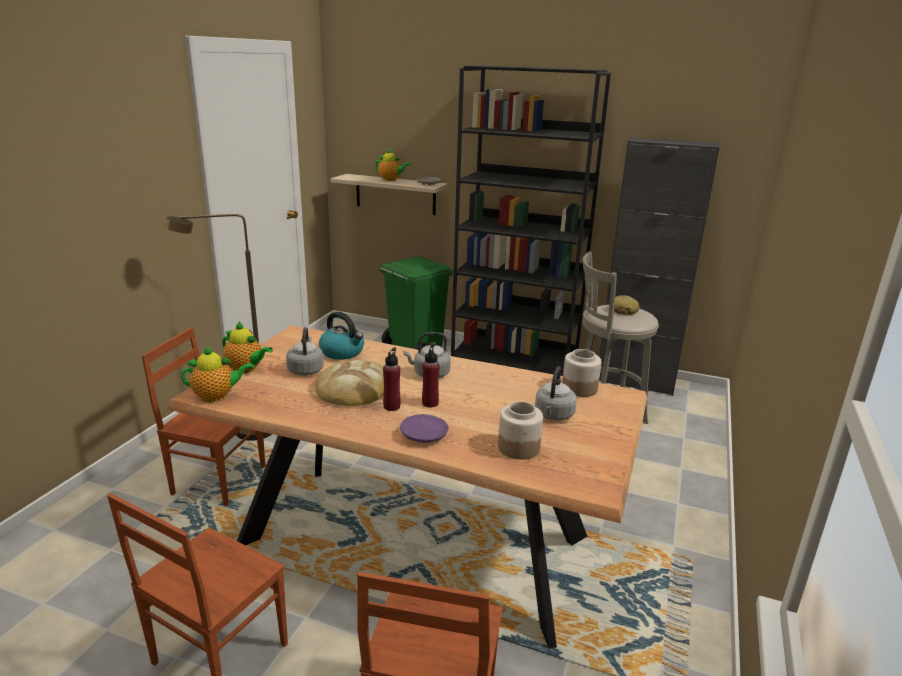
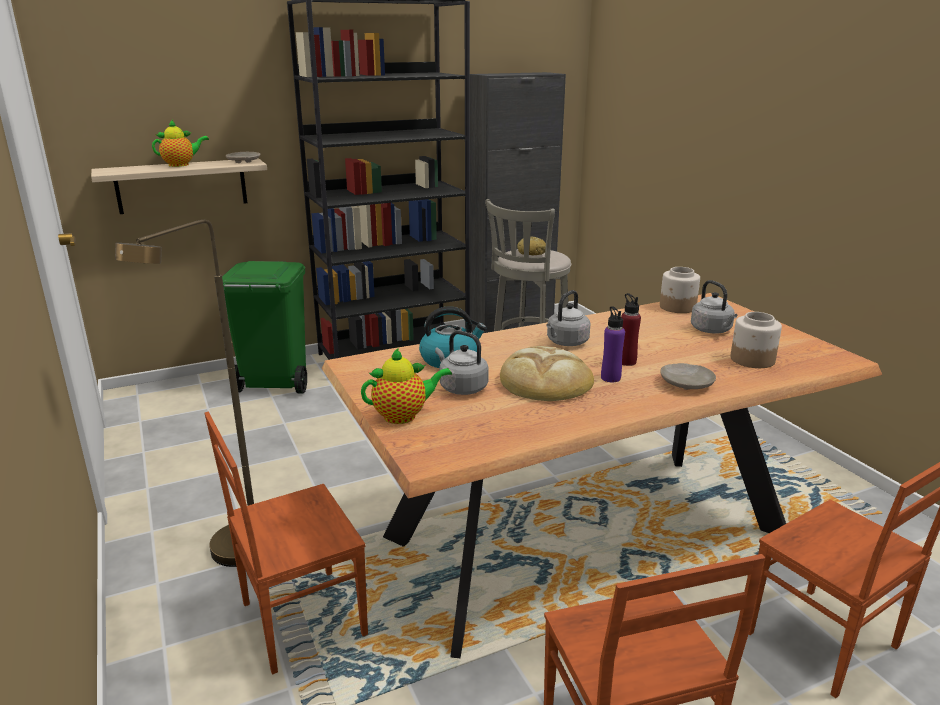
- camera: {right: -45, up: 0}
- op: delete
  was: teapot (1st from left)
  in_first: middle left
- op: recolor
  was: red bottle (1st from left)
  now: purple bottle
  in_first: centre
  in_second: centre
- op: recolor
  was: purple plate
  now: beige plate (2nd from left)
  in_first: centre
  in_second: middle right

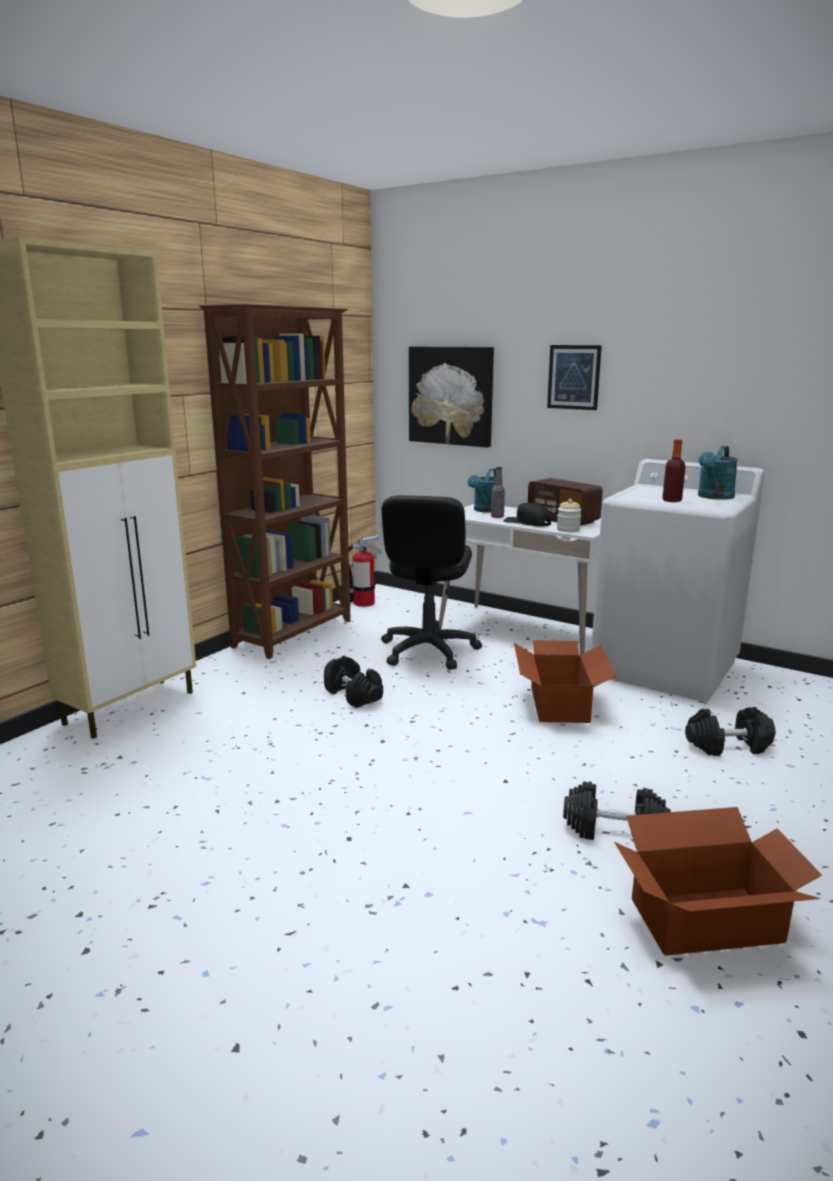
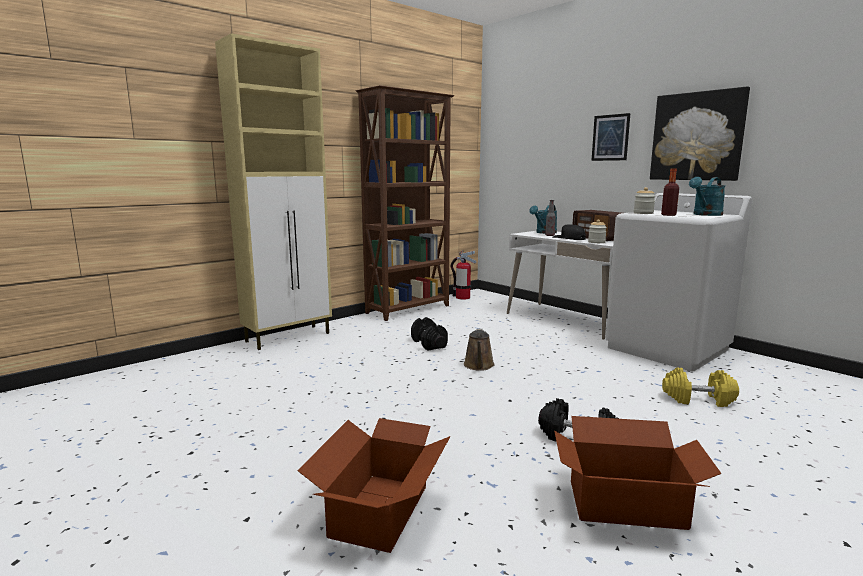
- camera: {right: 15, up: -5}
- op: move
  was: picture (1st from left in the first image)
  now: picture (2nd from left)
  in_first: centre
  in_second: top right
- op: delete
  was: black office chair
  in_first: centre
- op: move
  was: cardboard box (1st from left)
  in_first: middle right
  in_second: bottom centre
- op: recolor
  was: black dumbbell (3rd from left)
  now: yellow dumbbell
  in_first: middle right
  in_second: bottom right
- op: insert
  now: jar (2nd from left)
  in_second: middle right
- op: insert
  now: brown watering can
  in_second: centre

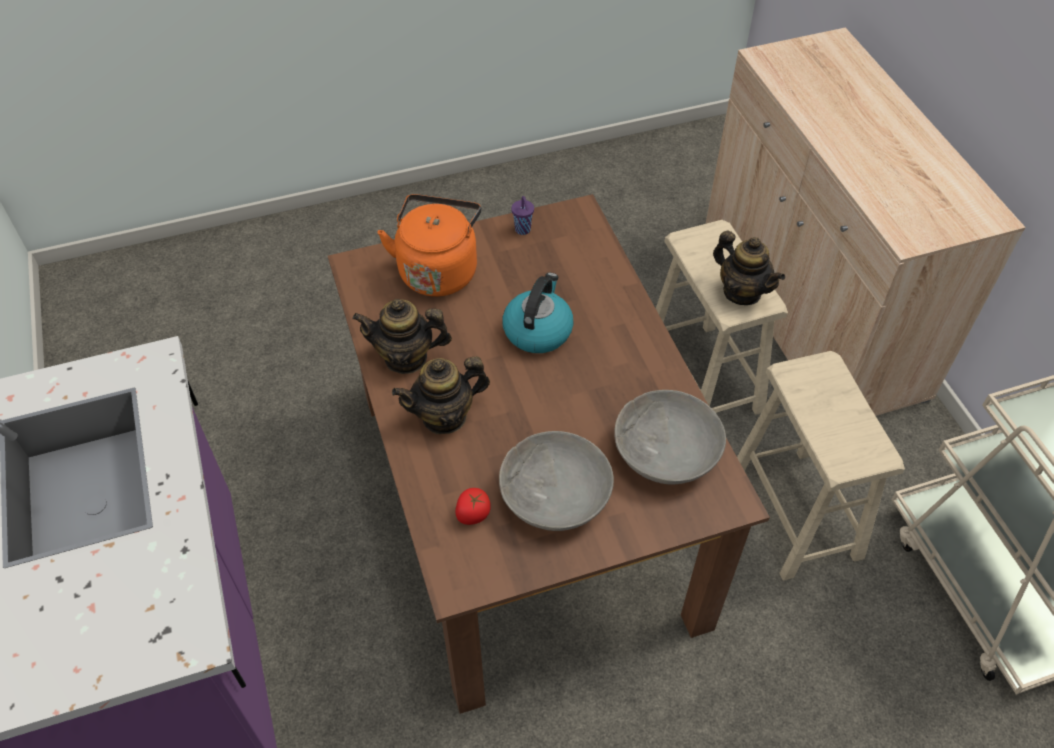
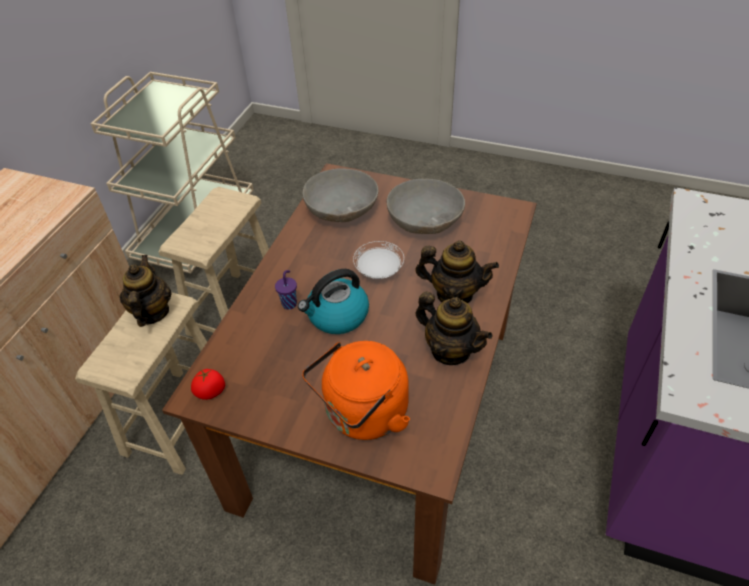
- camera: {right: -140, up: -5}
- op: move
  was: purple cup
  in_first: top centre
  in_second: centre
- op: move
  was: tomato
  in_first: bottom centre
  in_second: middle left
- op: insert
  now: white plate
  in_second: centre

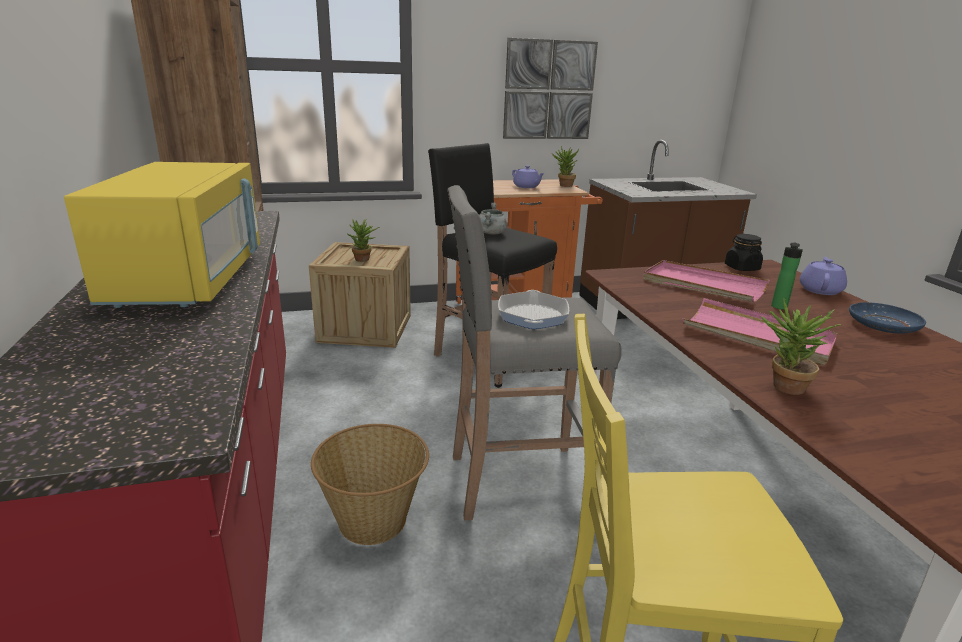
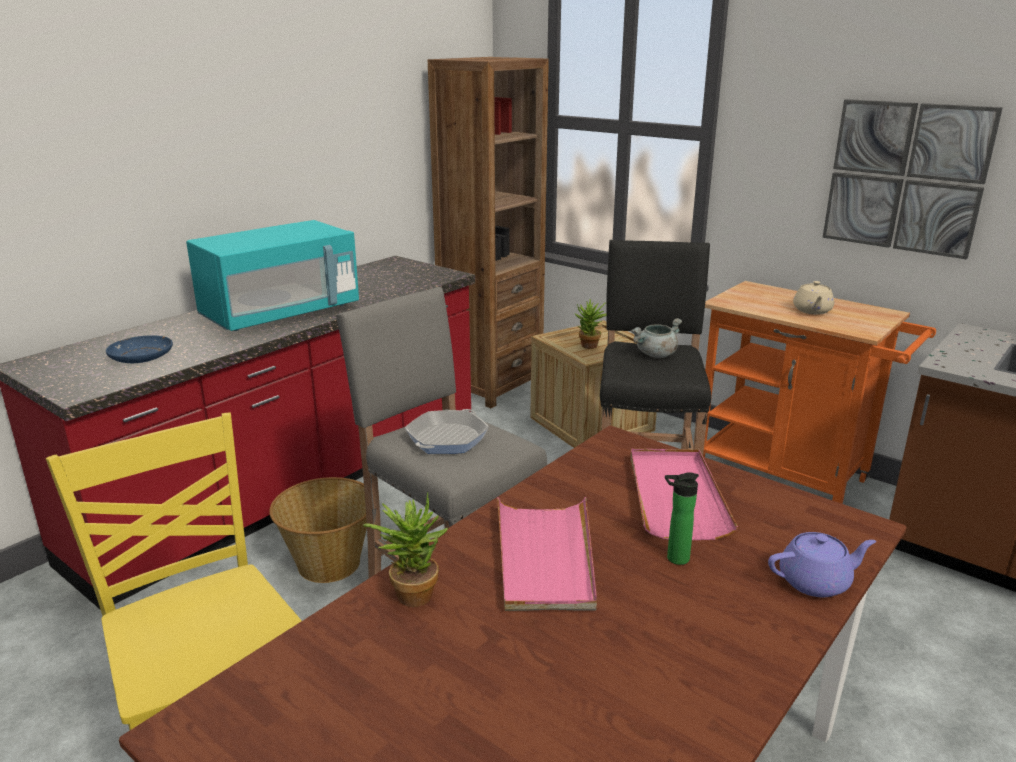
- camera: {right: 55, up: 0}
- op: delete
  was: potted plant (2nd from left)
  in_first: top centre
- op: recolor
  was: yellow microwave
  now: turquoise microwave
  in_first: middle left
  in_second: middle left
- op: recolor
  was: purple teapot (1st from left)
  now: beige teapot
  in_first: top centre
  in_second: middle right
- op: delete
  was: black jar
  in_first: middle right
- op: rotate
  was: frying pan
  in_first: centre
  in_second: centre
  clockwise: 150
- op: move
  was: blue plate
  in_first: middle right
  in_second: middle left

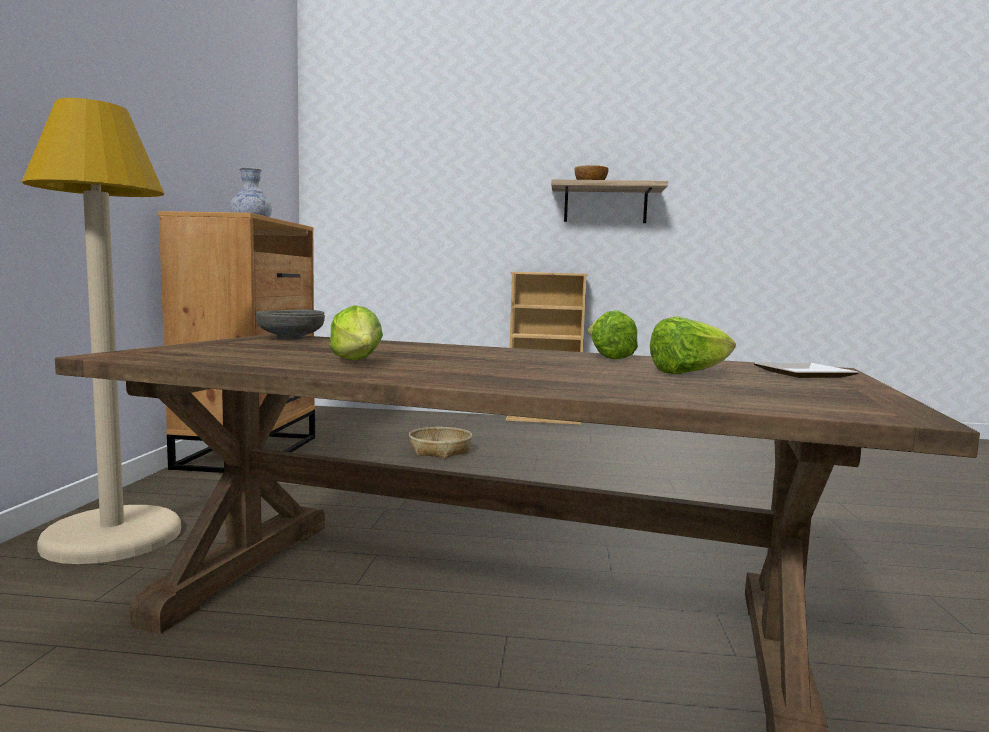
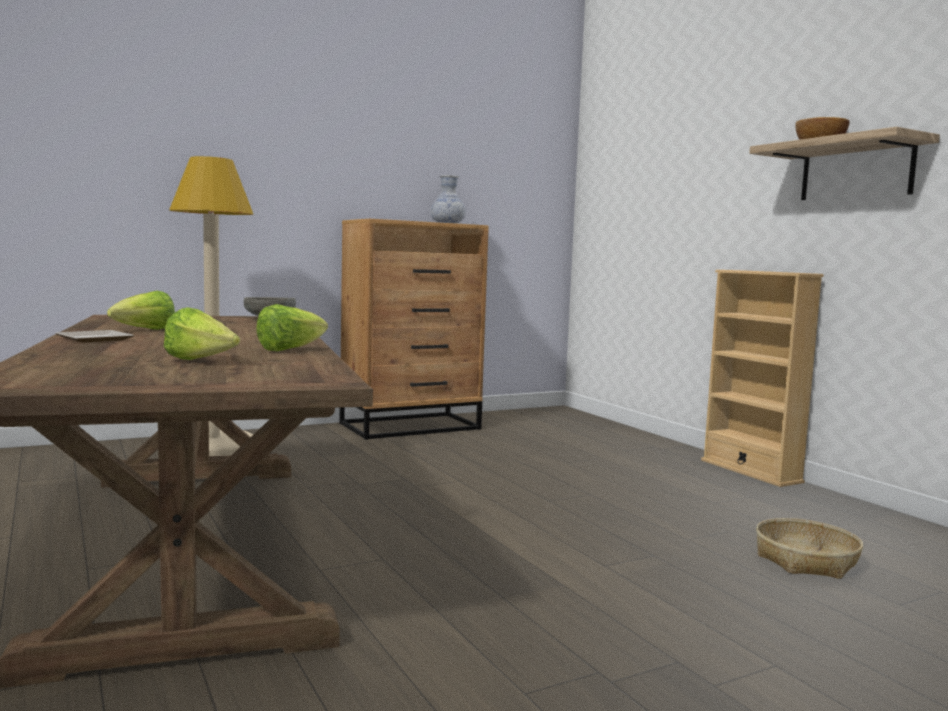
- camera: {right: 55, up: 0}
- op: move
  was: plate
  in_first: middle right
  in_second: middle left
- op: move
  was: basket
  in_first: centre
  in_second: bottom right

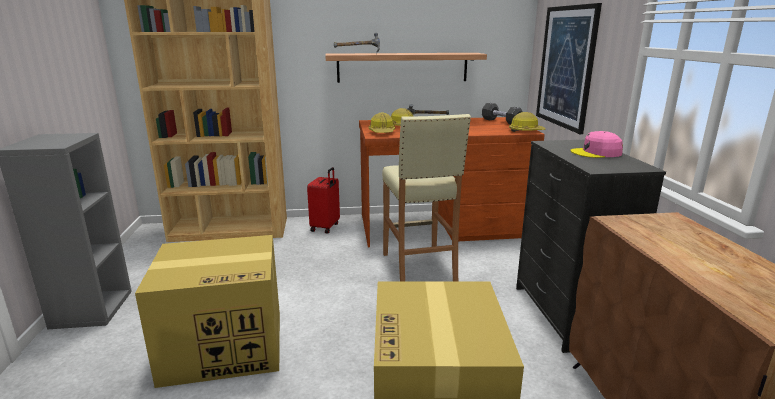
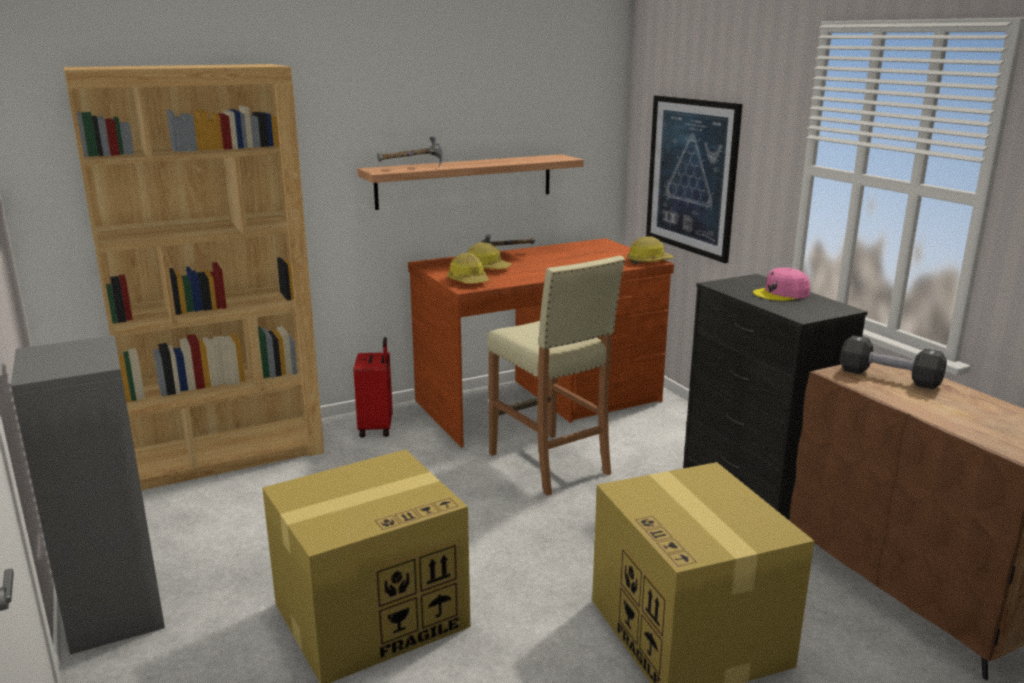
- camera: {right: -20, up: 0}
- op: move
  was: black dumbbell
  in_first: top centre
  in_second: middle right

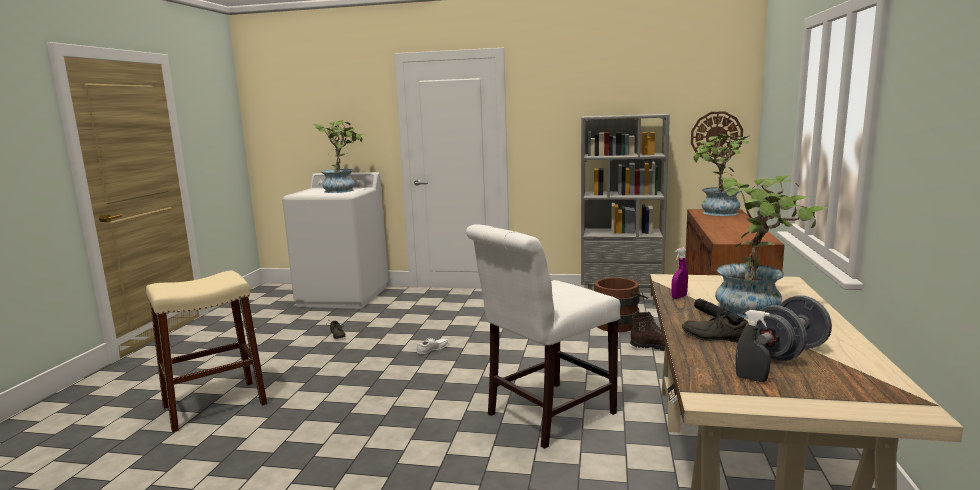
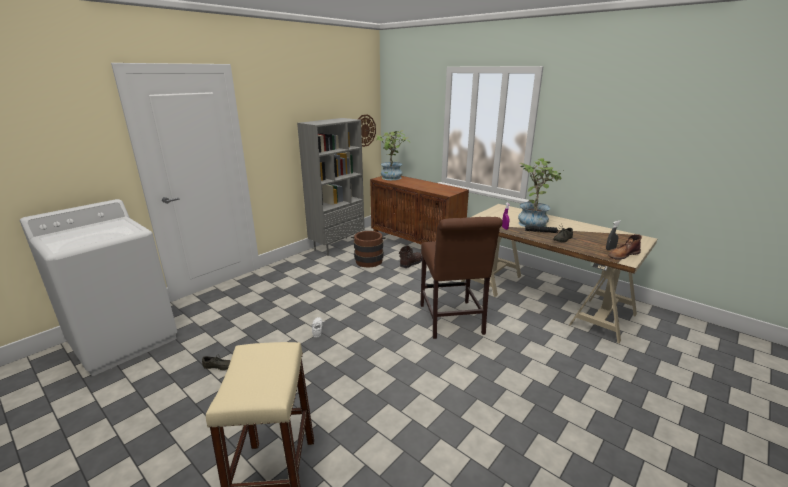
- camera: {right: -60, up: 10}
- op: delete
  was: potted plant (1st from left)
  in_first: top centre
- op: recolor
  was: white chair
  now: brown chair
  in_first: bottom centre
  in_second: centre
- op: delete
  was: grey dumbbell
  in_first: bottom right
- op: insert
  now: brown boot (2nd from left)
  in_second: middle right

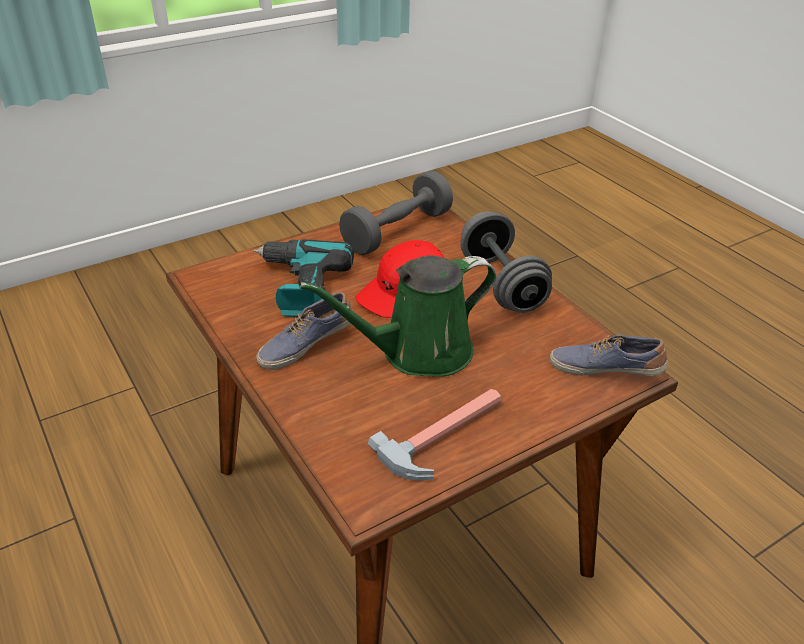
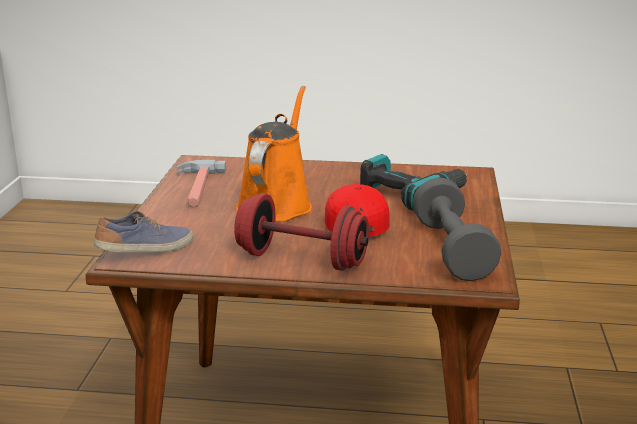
- camera: {right: 130, up: -15}
- op: recolor
  was: grey dumbbell (2nd from left)
  now: red dumbbell
  in_first: centre
  in_second: centre
- op: recolor
  was: green watering can
  now: orange watering can
  in_first: centre
  in_second: centre
- op: delete
  was: shoe (1st from left)
  in_first: centre

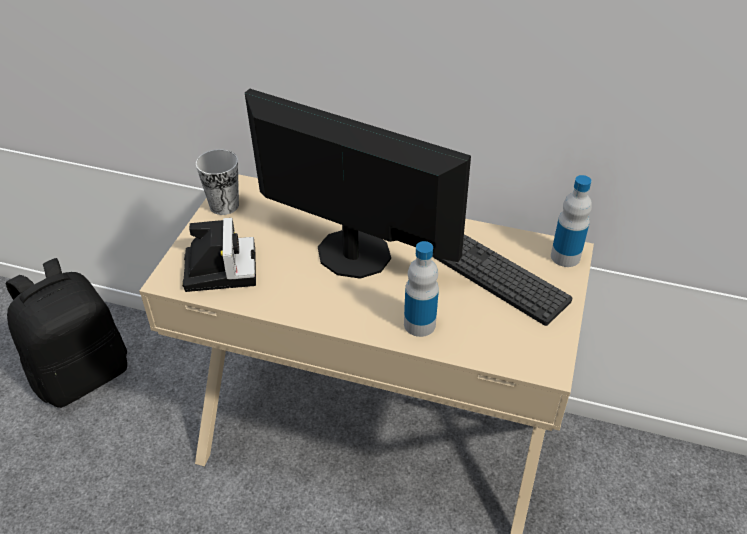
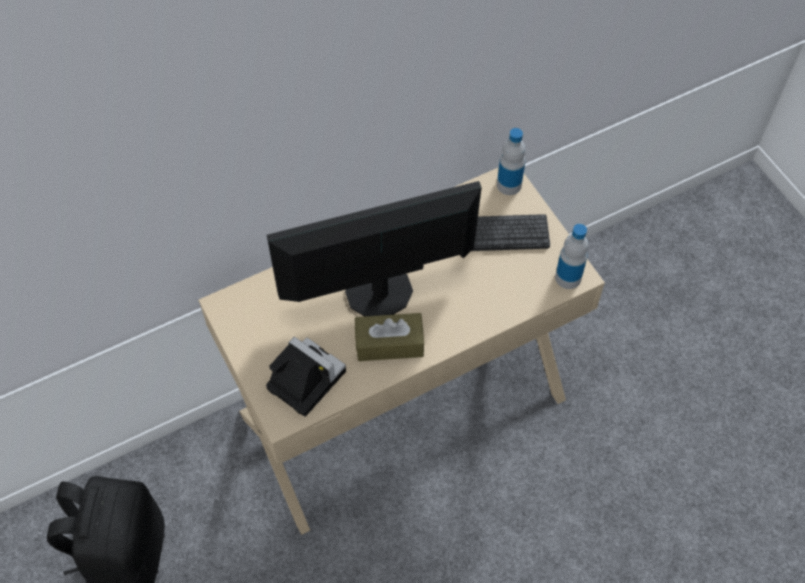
- camera: {right: -45, up: 15}
- op: delete
  was: cup
  in_first: middle left
- op: move
  was: bottle (1st from left in the first image)
  now: bottle (2nd from left)
  in_first: centre
  in_second: middle right
- op: insert
  now: brown tissue box
  in_second: centre

